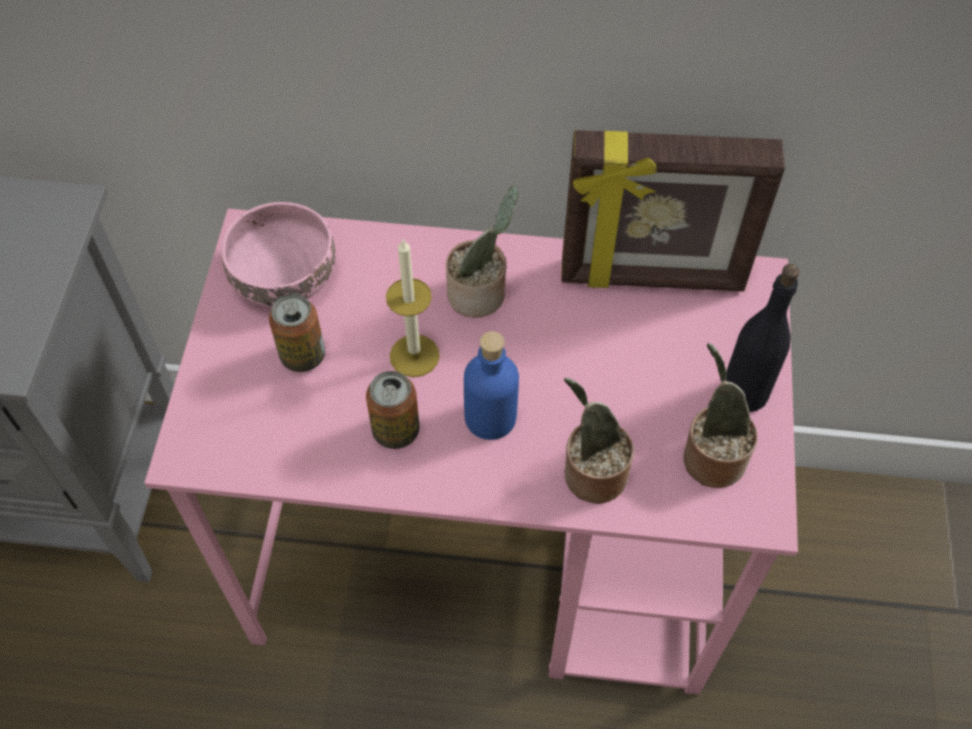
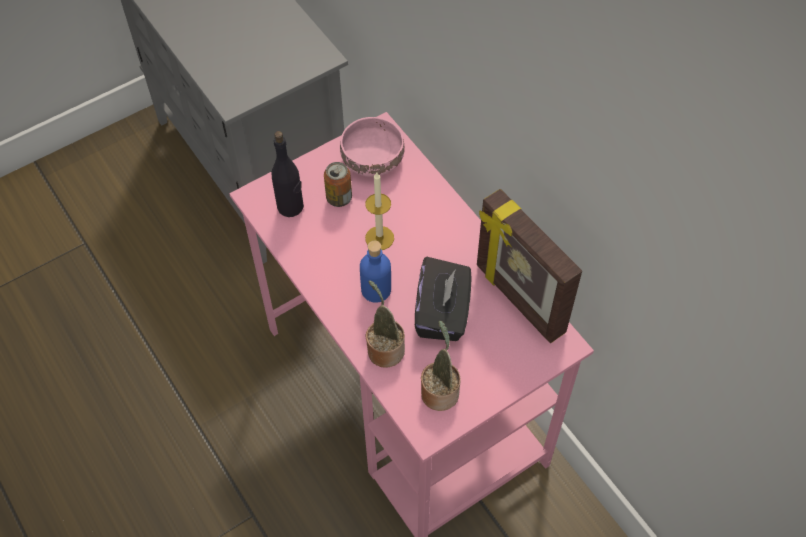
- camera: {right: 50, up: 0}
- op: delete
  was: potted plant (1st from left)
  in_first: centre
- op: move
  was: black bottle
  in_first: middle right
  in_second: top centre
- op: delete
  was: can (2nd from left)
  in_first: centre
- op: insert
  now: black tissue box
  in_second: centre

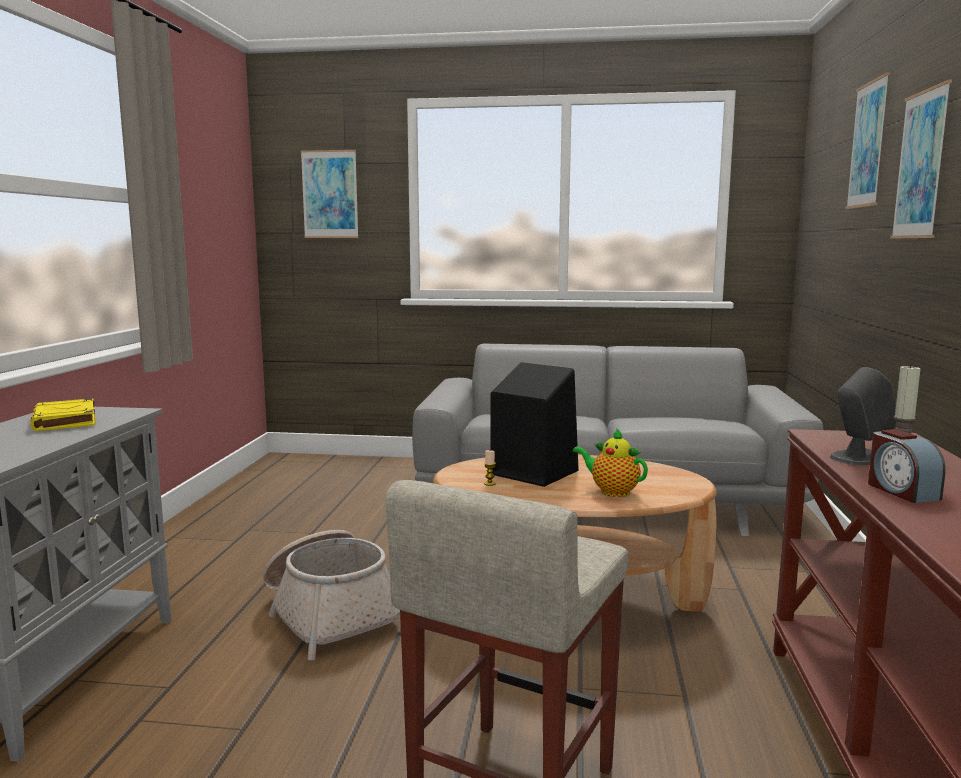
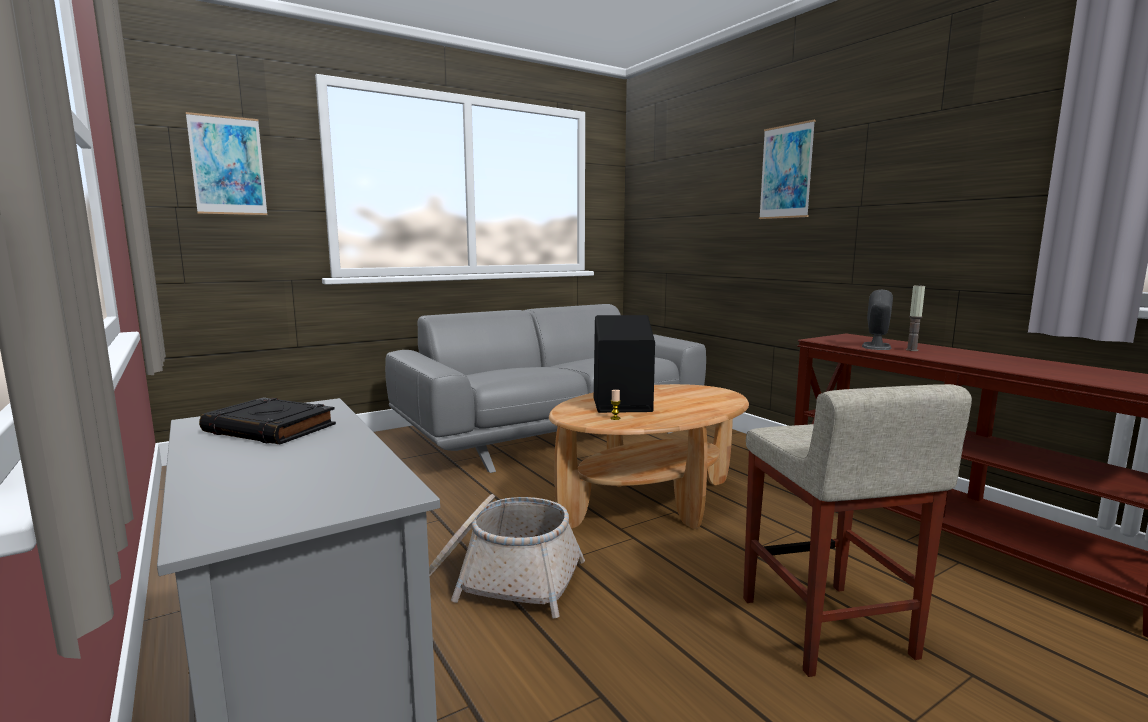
- camera: {right: -40, up: 0}
- op: delete
  was: picture (2nd from left)
  in_first: top right
- op: recolor
  was: yellow book
  now: black book
  in_first: middle left
  in_second: middle left
- op: delete
  was: teapot
  in_first: centre
- op: delete
  was: alarm clock
  in_first: middle right

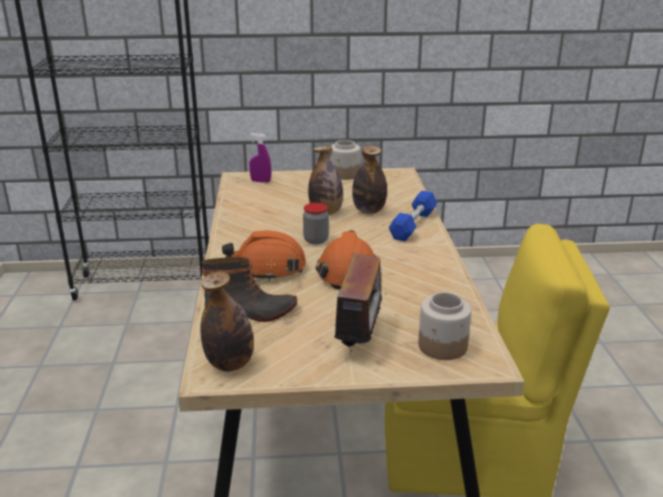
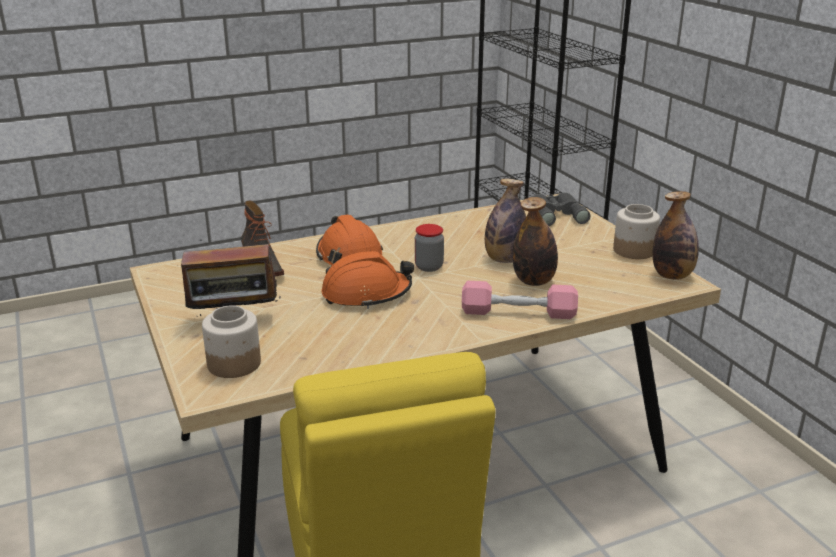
- camera: {right: 70, up: 0}
- op: replace
  was: purple spray bottle
  now: grey binoculars
  in_first: top centre
  in_second: middle right
- op: recolor
  was: blue dumbbell
  now: pink dumbbell
  in_first: centre
  in_second: centre
- op: move
  was: bottle (1st from left in the first image)
  now: bottle (3rd from left)
  in_first: centre
  in_second: middle right

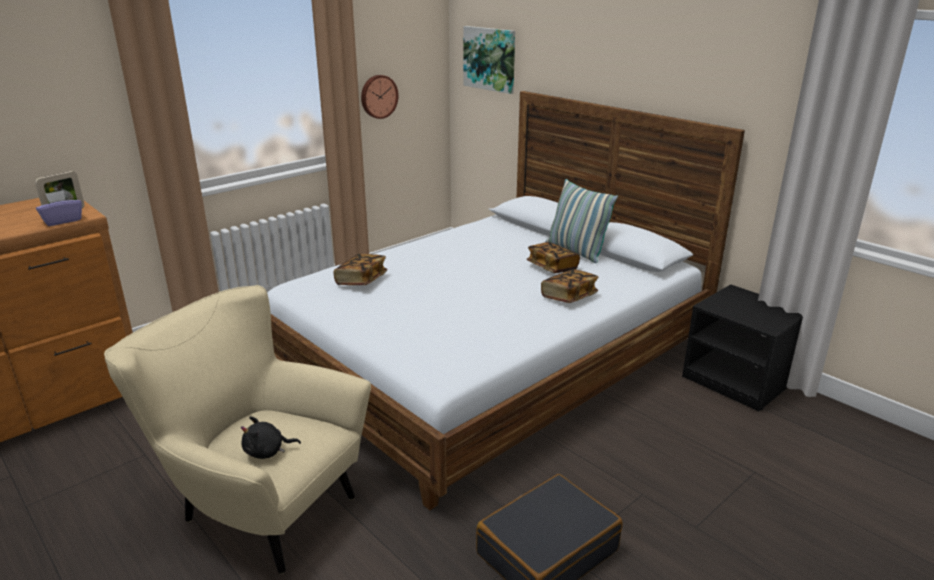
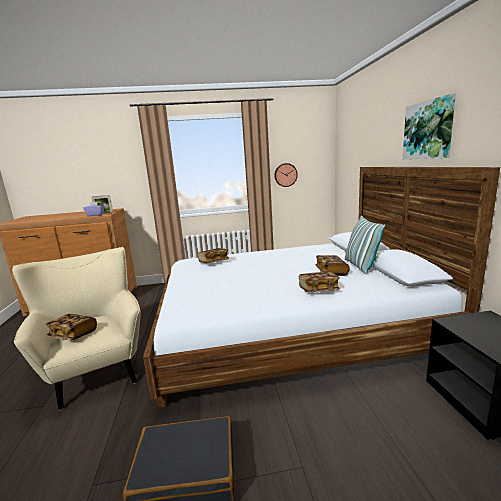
- camera: {right: 35, up: -10}
- op: move
  was: picture
  in_first: top centre
  in_second: top right
- op: replace
  was: black plush toy
  now: book (1st from left)
  in_first: bottom left
  in_second: middle left

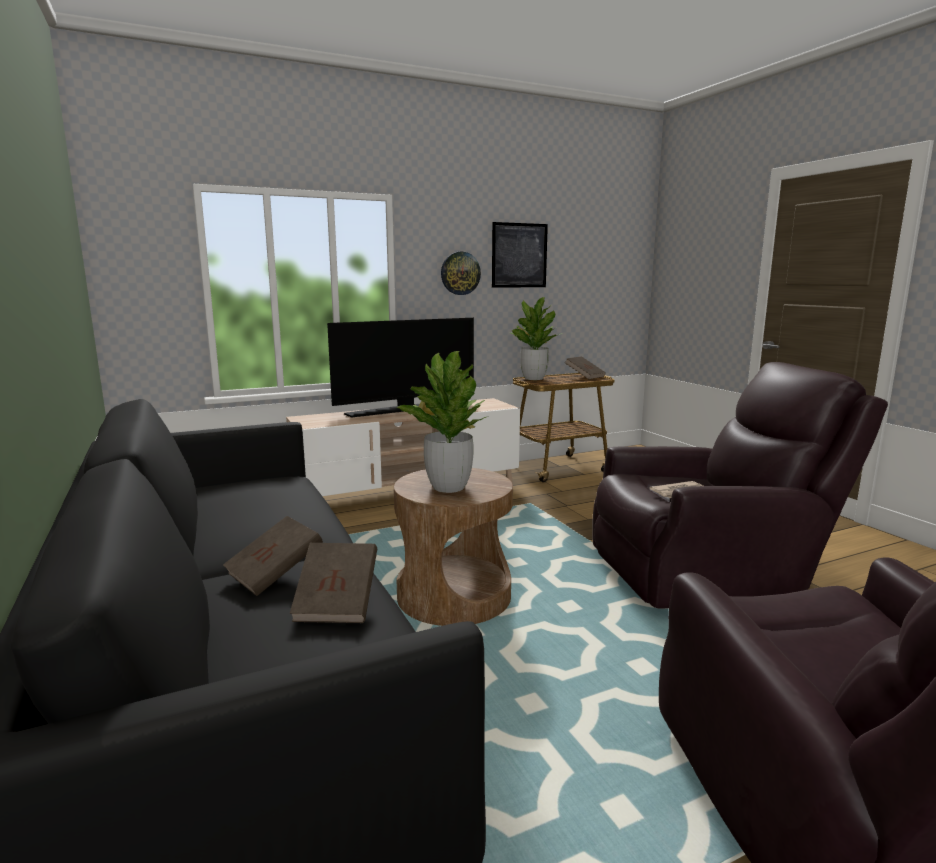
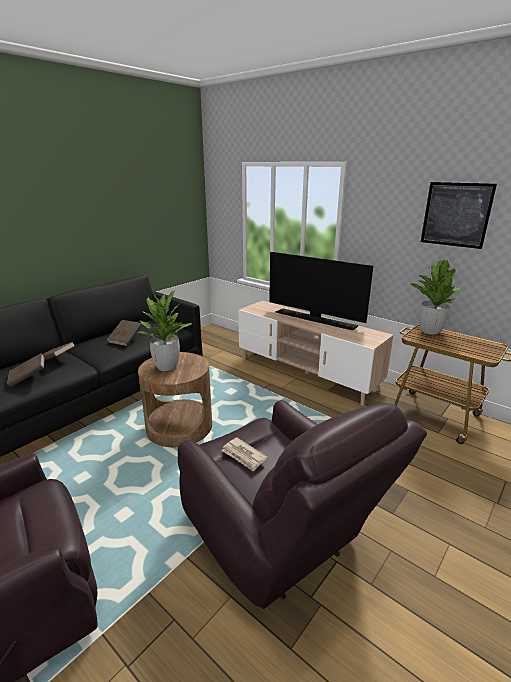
- camera: {right: 65, up: 10}
- op: delete
  was: wall clock
  in_first: top centre
- op: move
  was: brown book (3rd from left)
  in_first: centre
  in_second: middle left

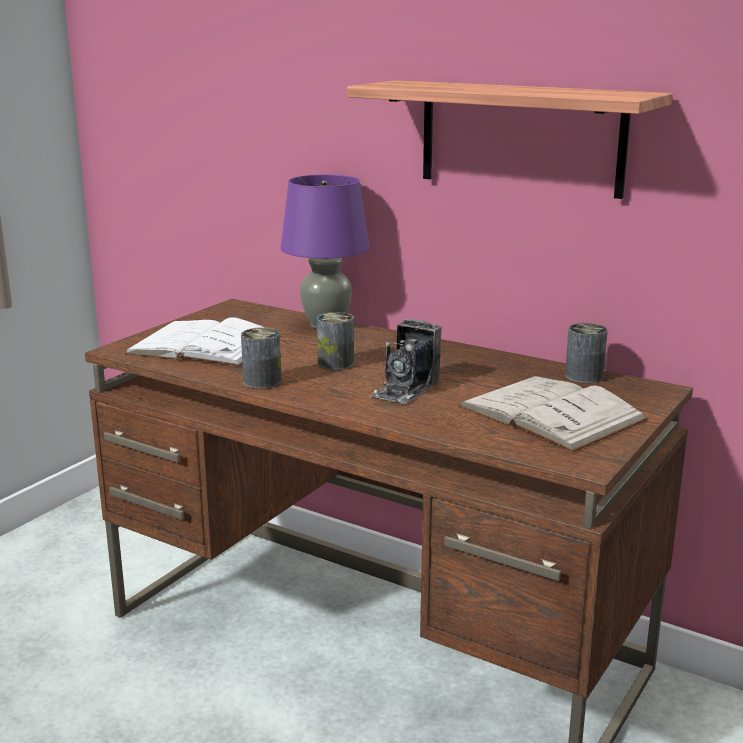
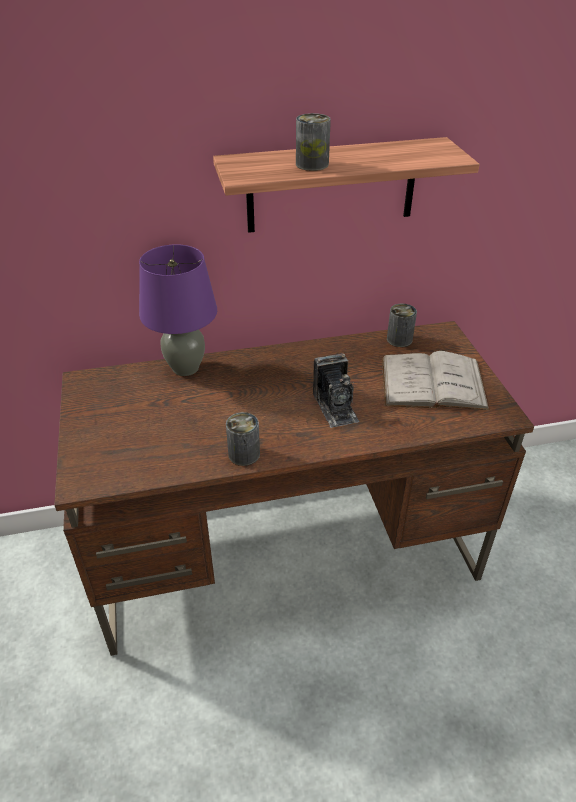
- camera: {right: -45, up: 20}
- op: move
  was: can (2nd from left)
  in_first: centre
  in_second: top centre
- op: delete
  was: white book (1st from left)
  in_first: middle left

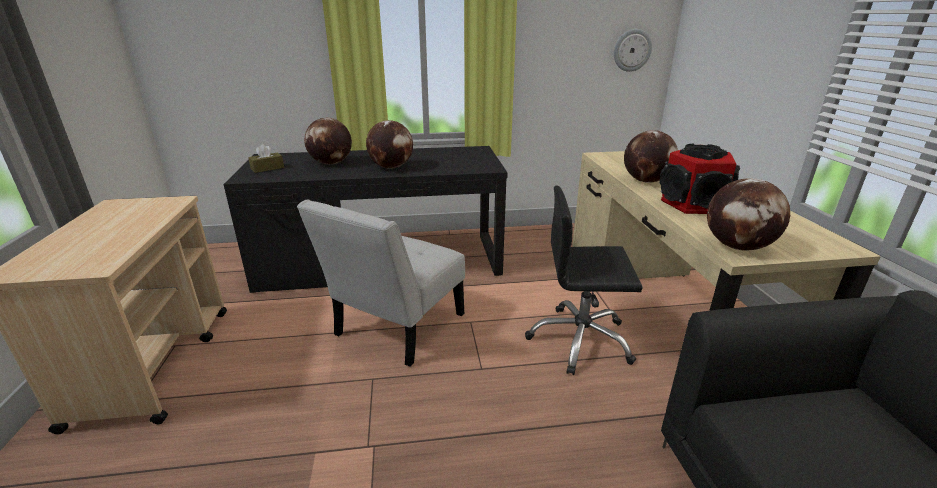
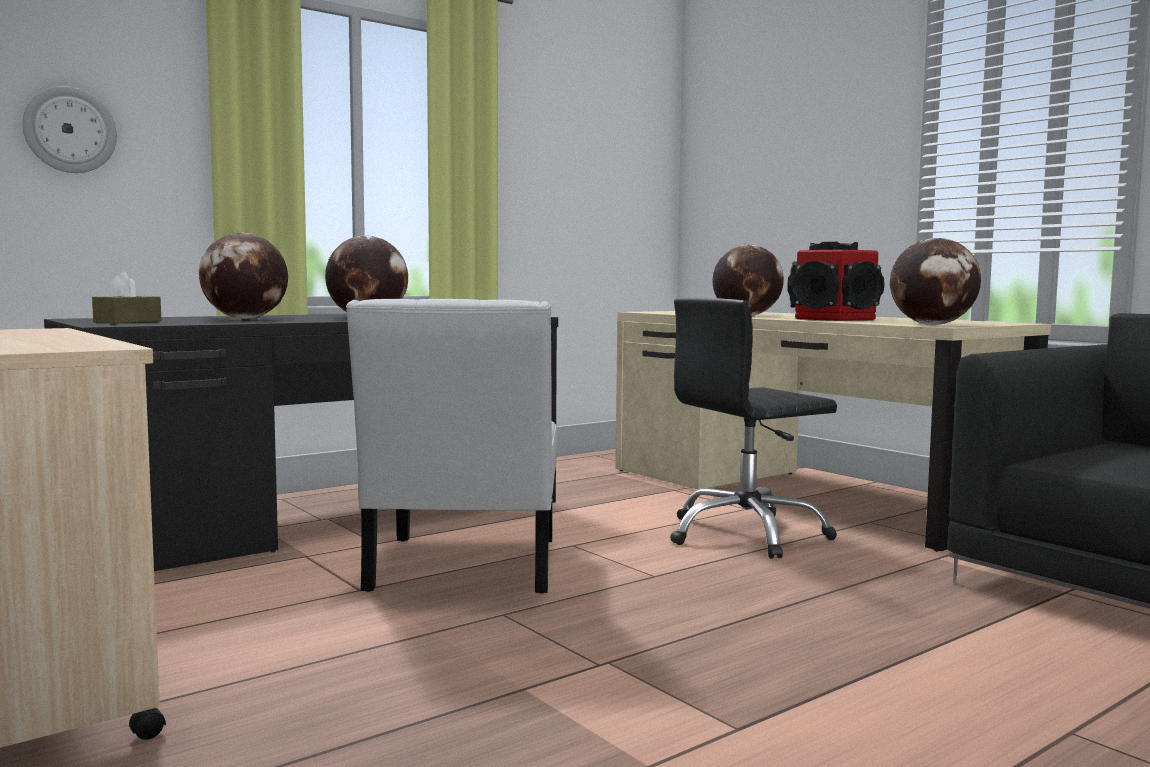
- camera: {right: -30, up: -20}
- op: move
  was: wall clock
  in_first: top right
  in_second: top left

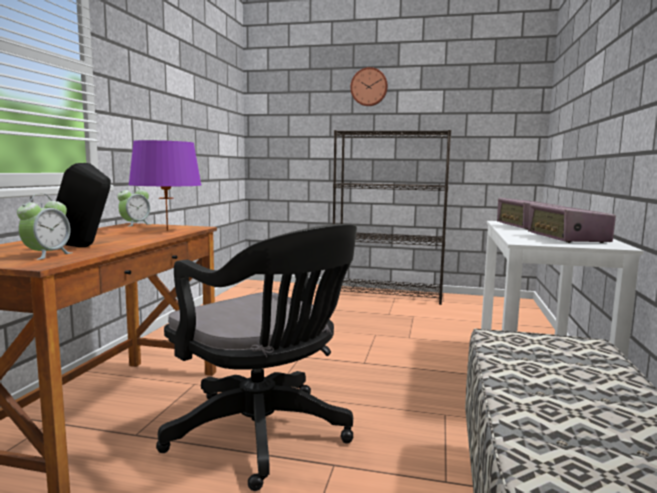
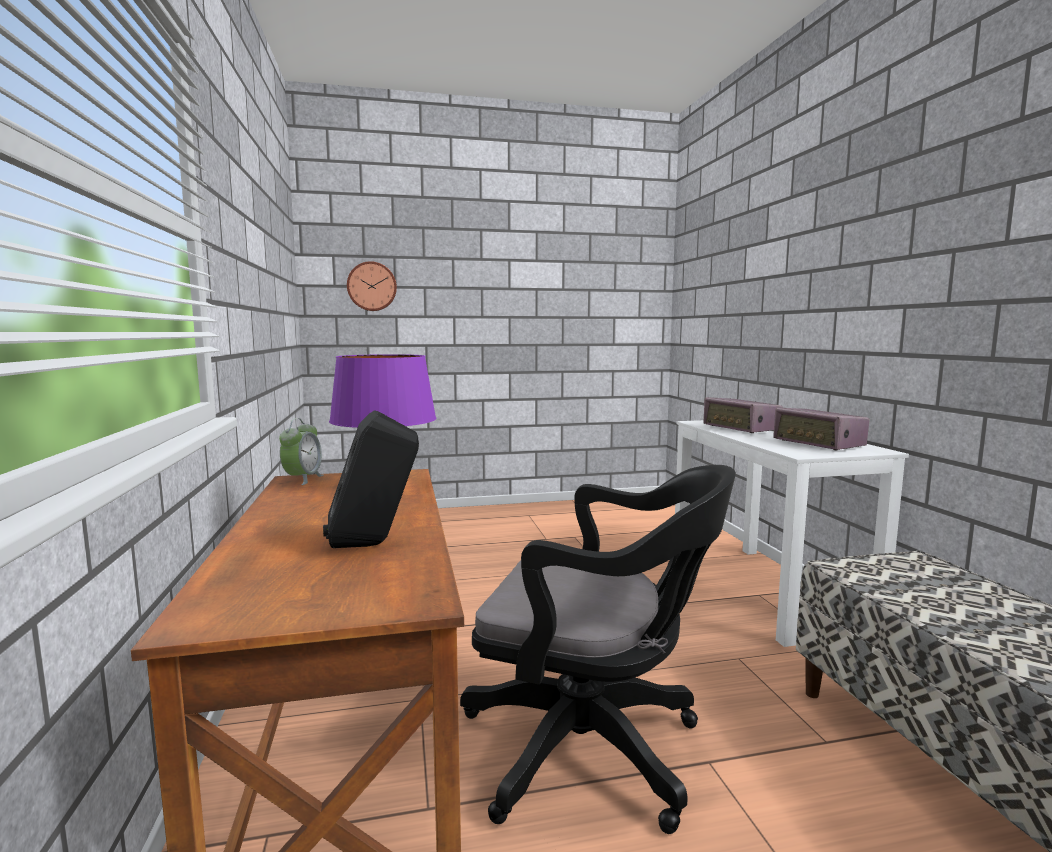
- camera: {right: -25, up: 0}
- op: move
  was: wall clock
  in_first: top centre
  in_second: centre
- op: delete
  was: black bookcase
  in_first: centre
- op: delete
  was: alarm clock (1st from left)
  in_first: middle left

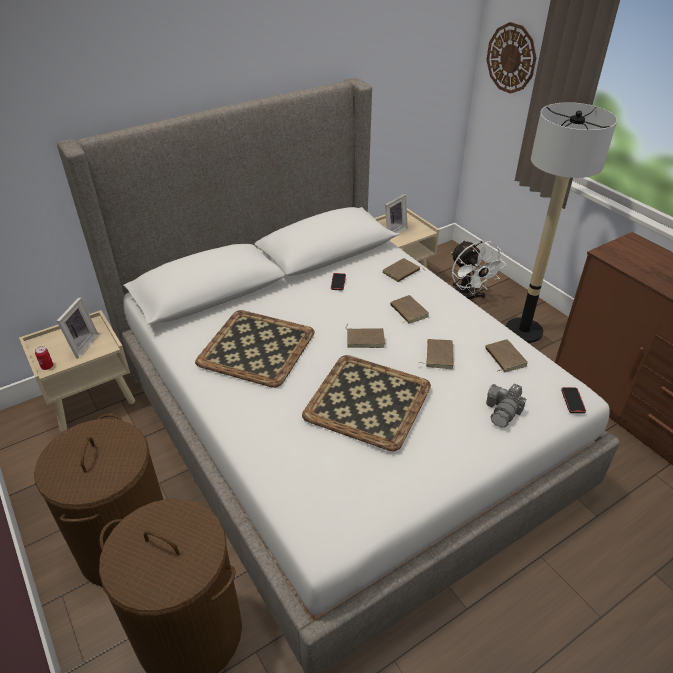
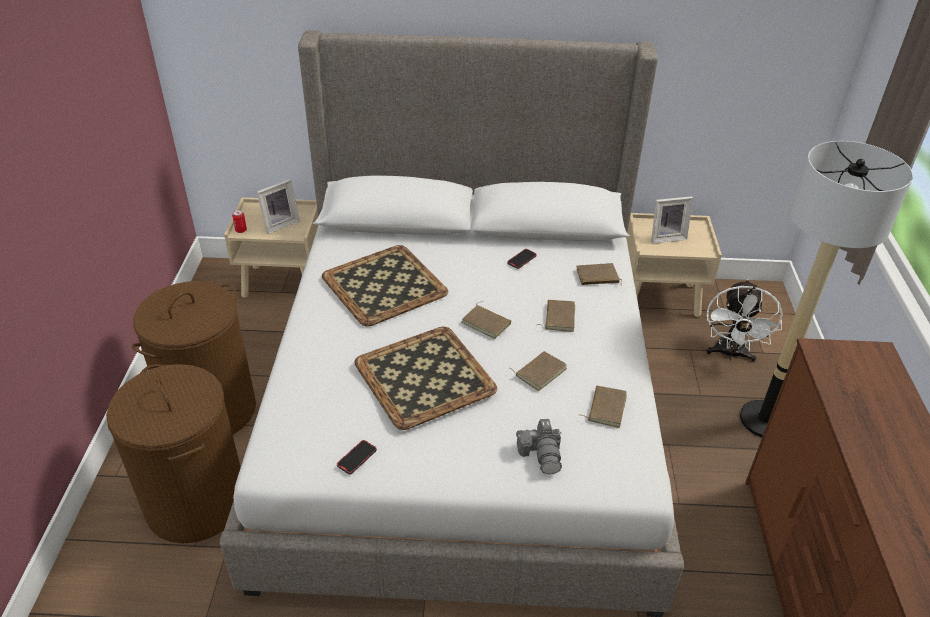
- camera: {right: 35, up: 0}
- op: delete
  was: wall clock
  in_first: top right
- op: rotate
  was: photo camera
  in_first: middle right
  in_second: bottom centre
  clockwise: -75
- op: move
  was: phone (2nd from left in the first image)
  now: phone (1st from left)
  in_first: middle right
  in_second: bottom centre

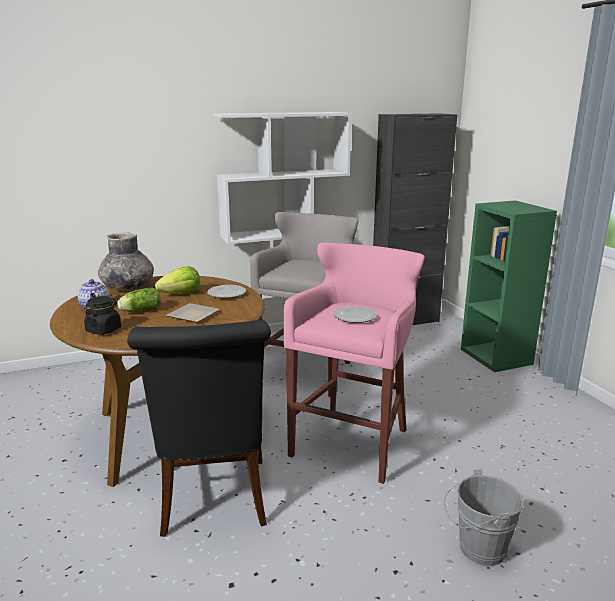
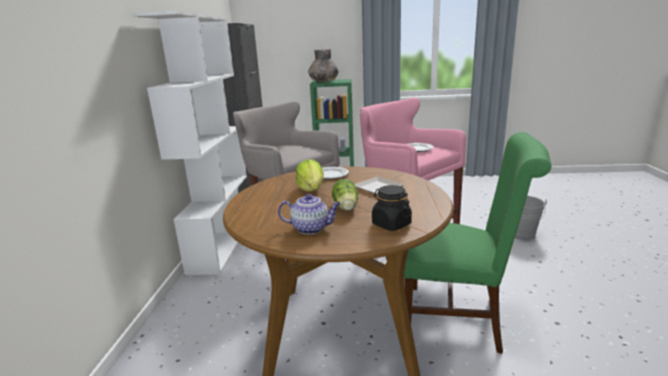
- camera: {right: -65, up: 0}
- op: move
  was: grey vase
  in_first: middle left
  in_second: top centre
- op: recolor
  was: black chair
  now: green chair
  in_first: bottom left
  in_second: middle right

